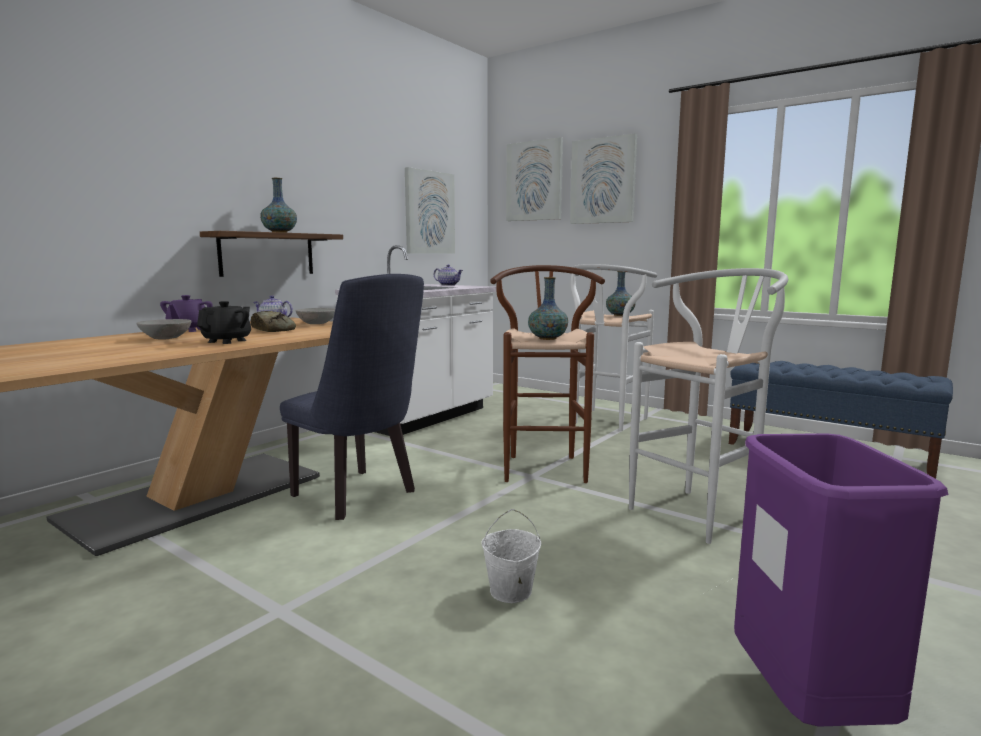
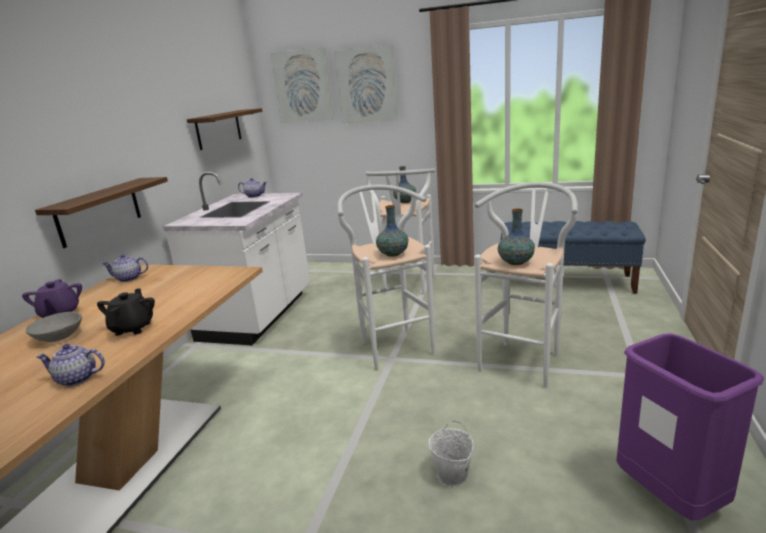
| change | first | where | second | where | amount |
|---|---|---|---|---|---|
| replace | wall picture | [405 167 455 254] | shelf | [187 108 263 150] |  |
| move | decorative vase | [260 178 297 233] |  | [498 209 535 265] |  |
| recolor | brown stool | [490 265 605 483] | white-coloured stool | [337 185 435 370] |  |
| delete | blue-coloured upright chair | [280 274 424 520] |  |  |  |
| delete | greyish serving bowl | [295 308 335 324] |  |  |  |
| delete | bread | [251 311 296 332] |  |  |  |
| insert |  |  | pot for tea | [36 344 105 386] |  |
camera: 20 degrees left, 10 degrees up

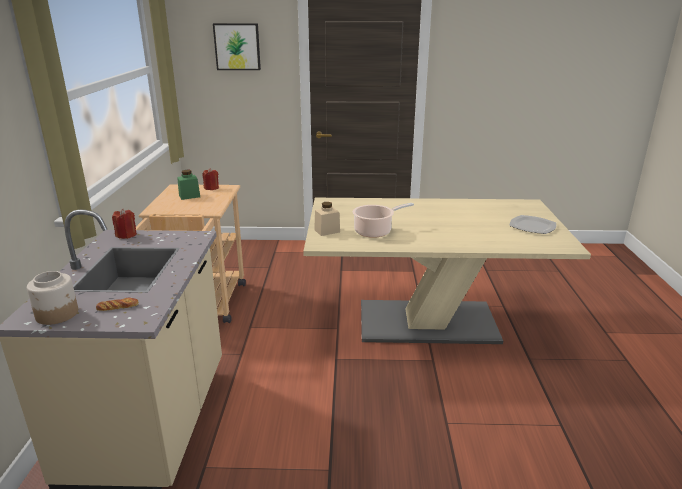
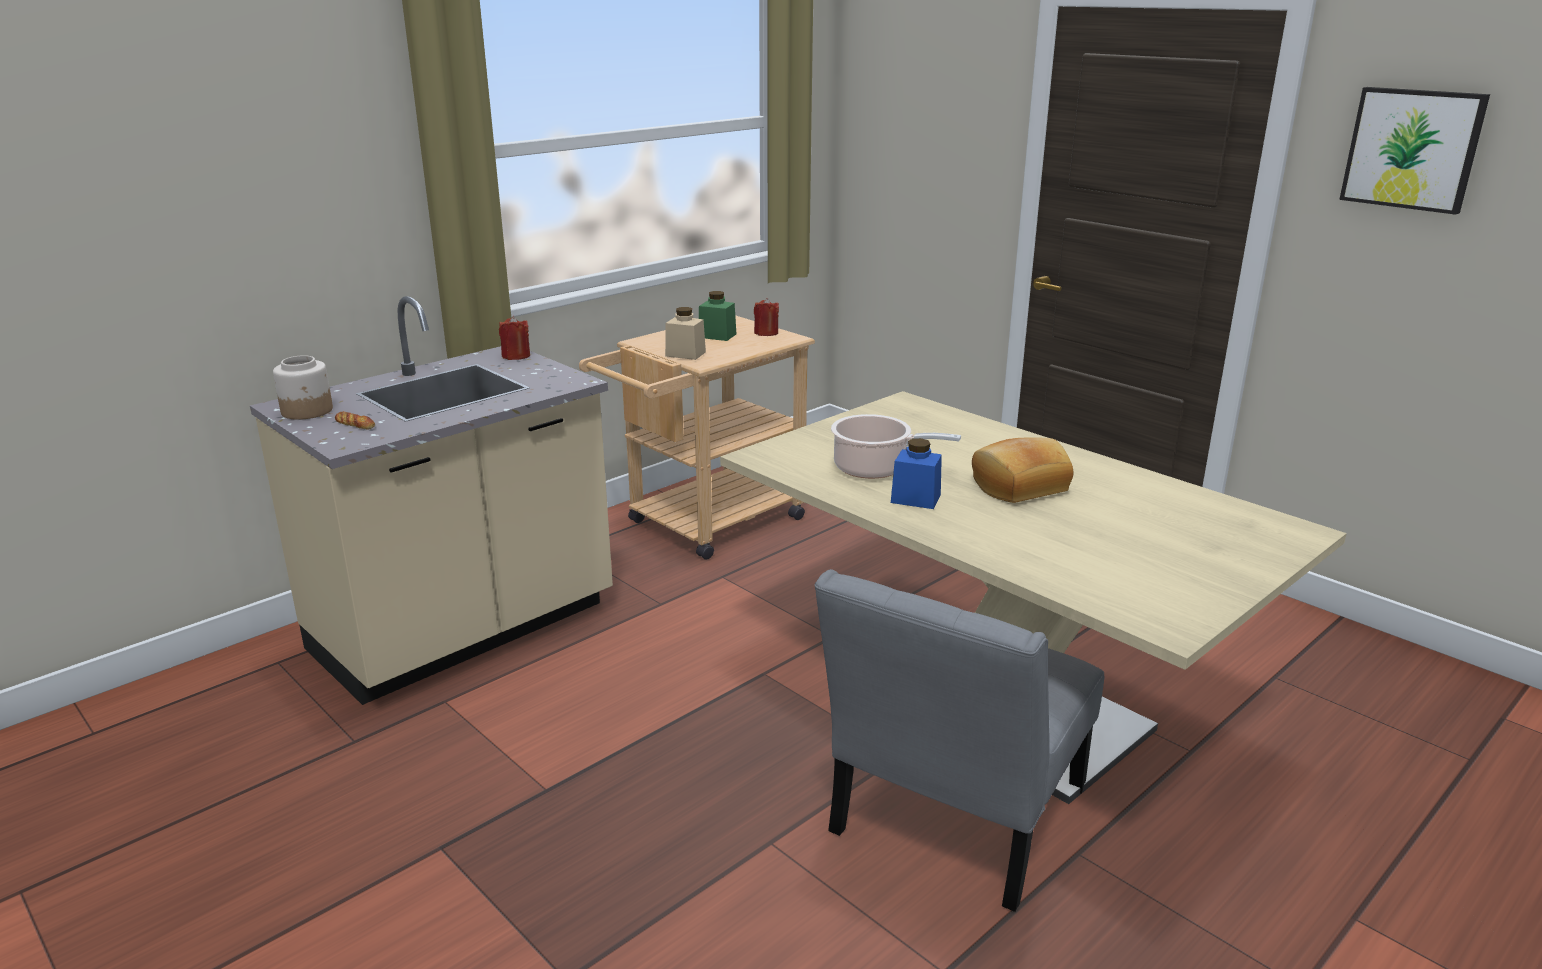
| change | first | where | second | where | amount |
|---|---|---|---|---|---|
| move | wall picture | [213 23 261 70] |  | [1339 87 1490 215] |  |
| move | beige-coloured jar | [314 202 340 236] |  | [665 307 706 360] |  |
| delete | dinner plate | [510 215 556 234] |  |  |  |
| insert |  |  | blue-coloured jar | [891 438 942 509] |  |
| insert |  |  | bread | [972 438 1073 503] |  |
| insert |  |  | greyish upright chair | [814 569 1104 912] |  |
camera: 45 degrees right, 0 degrees up

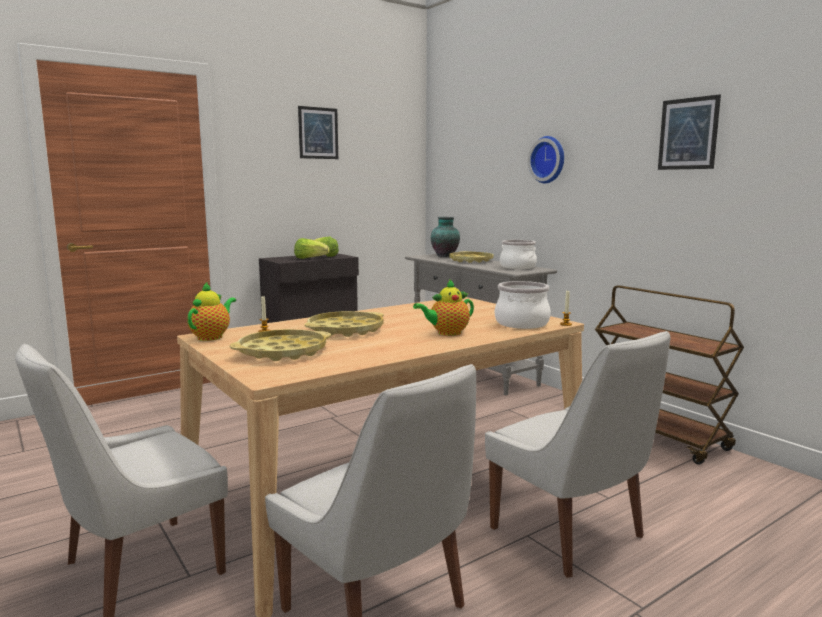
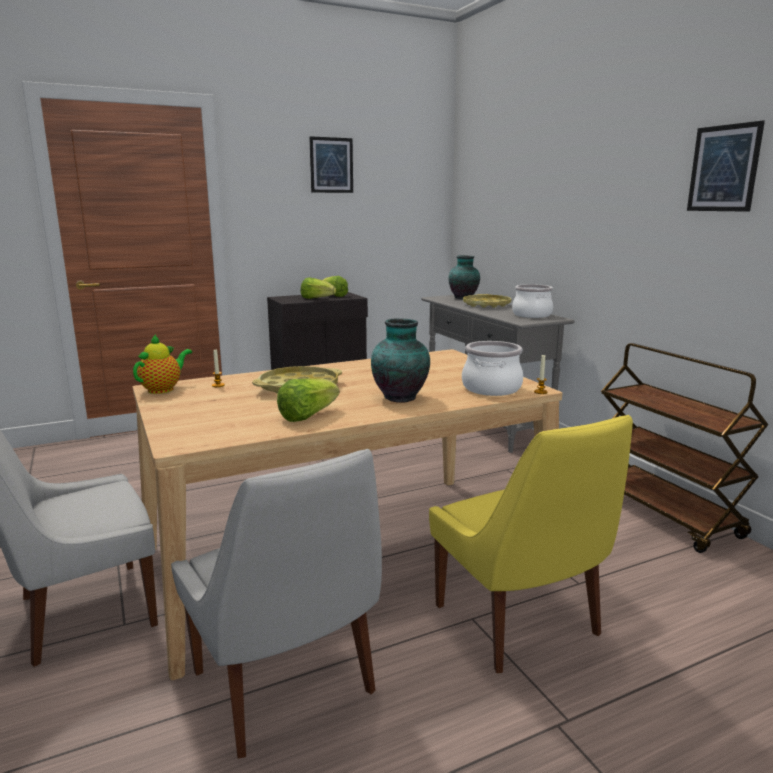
| change | first | where | second | where | amount |
|---|---|---|---|---|---|
| delete | clock on the wall | [528 136 564 183] |  |  |  |
| replace | pot for tea | [413 279 474 336] | decorative vase | [371 318 430 403] |  |
| delete | yellow tray | [230 329 331 361] |  |  |  |
| recolor | white-coloured upright chair | [485 331 671 578] | yellow upright chair | [429 415 633 673] |  |
| insert |  |  | head of lettuce | [277 378 340 422] |  |
camera: 10 degrees right, 5 degrees up

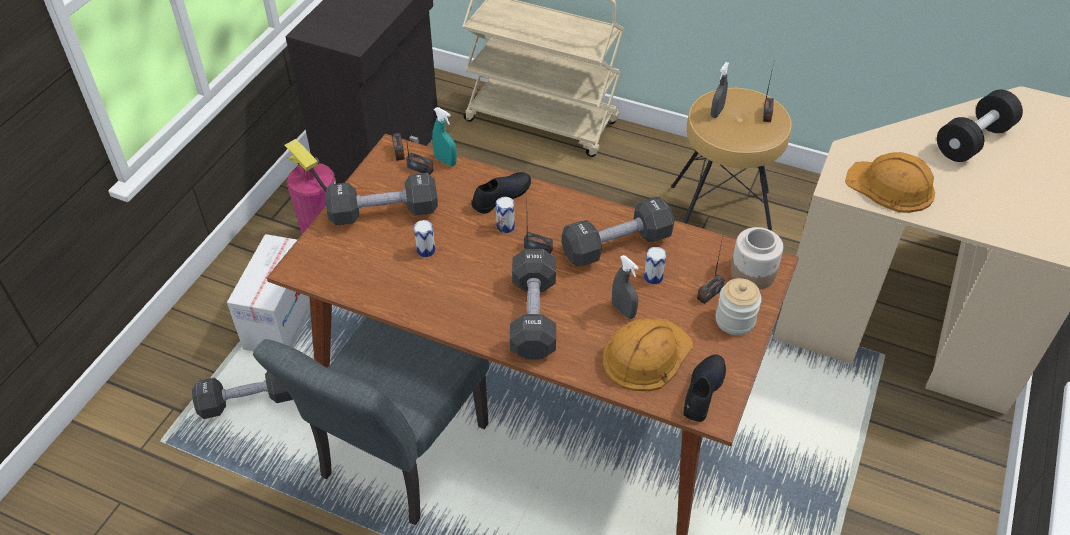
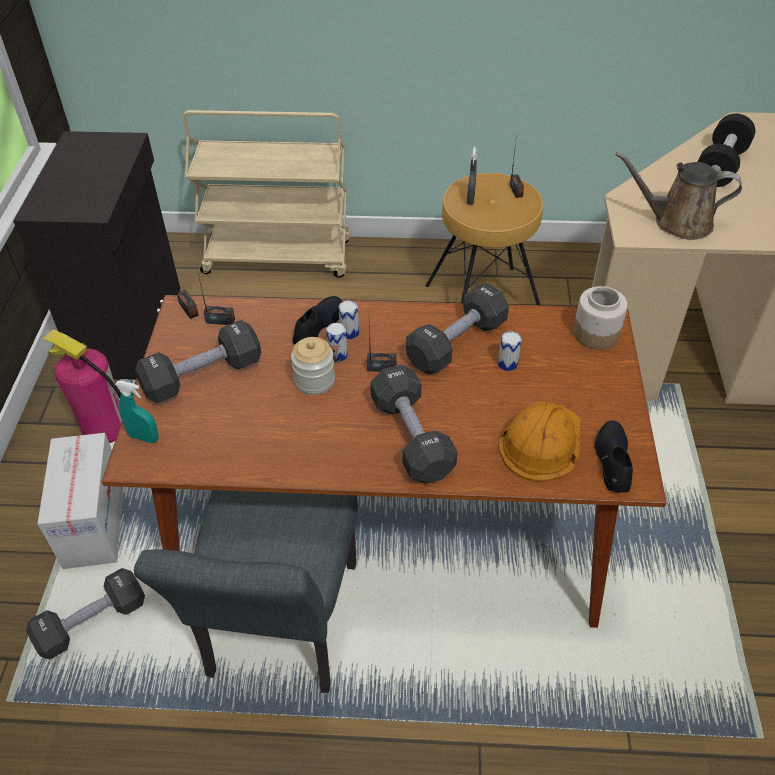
| change | first | where | second | where | amount |
|---|---|---|---|---|---|
| move | turquoise spray bottle | [432 107 457 166] |  | [115 380 159 443] |  |
| replace | orangey work helmet | [845 152 935 213] | brown watering can | [616 152 742 240] |  |
| move | sealed can | [414 220 435 257] |  | [338 300 359 339] |  |
| delete | radio set | [697 237 725 304] |  |  |  |
| delete | greyish spray bottle | [612 255 639 319] |  |  |  |
| move | jar | [716 278 762 335] |  | [291 337 335 395] |  |
camera: 20 degrees left, 0 degrees up

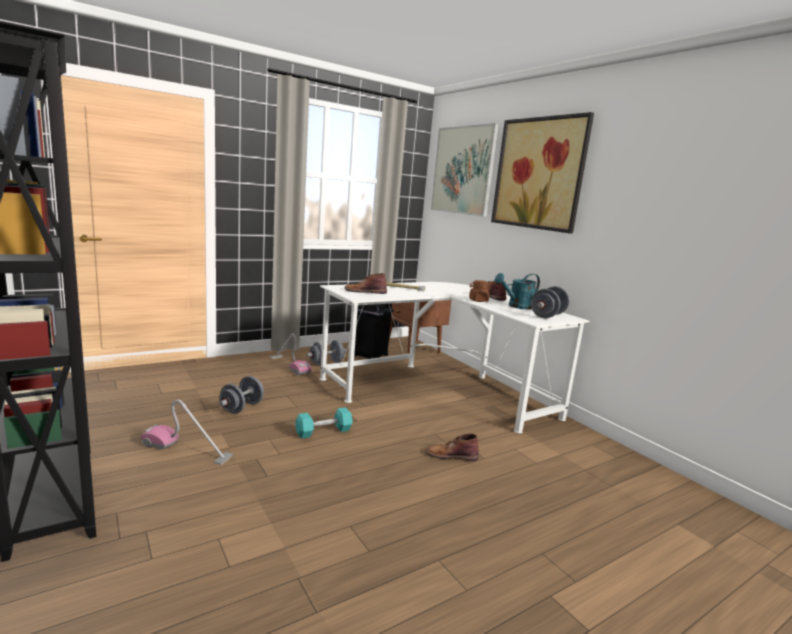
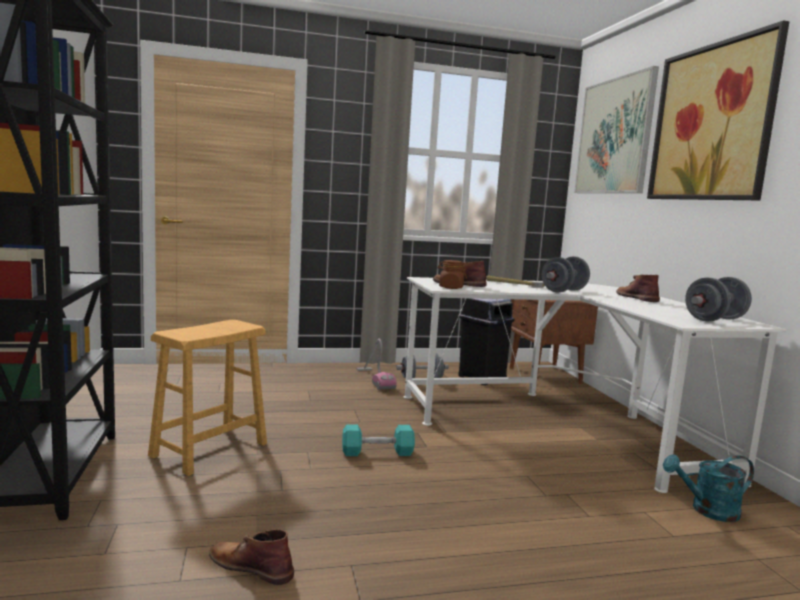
| change | first | where | second | where | amount |
|---|---|---|---|---|---|
| move | turquoise watering can | [495 273 540 309] |  | [663 454 754 522] |  |
| move | brown jar | [469 280 491 302] |  | [437 260 467 289] |  |
| move | greyish free weight | [219 376 264 414] |  | [542 257 590 292] |  |
| replace | vacuum | [141 400 233 465] | brown stool | [148 320 267 476] |  |
| move | brown tall boot | [426 433 479 461] |  | [209 529 294 585] |  |
camera: 20 degrees right, 5 degrees down

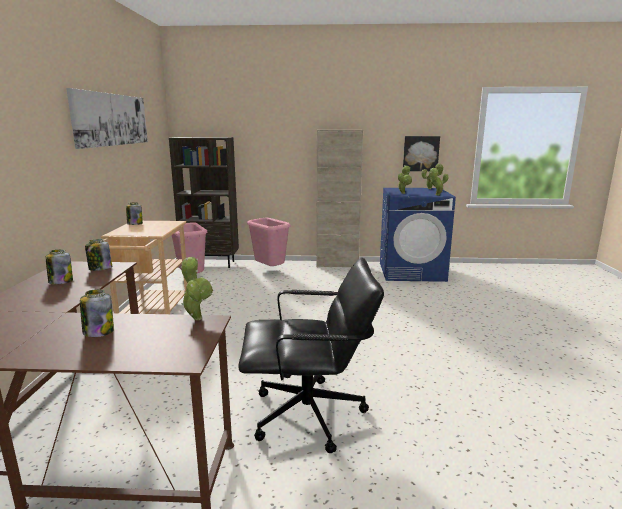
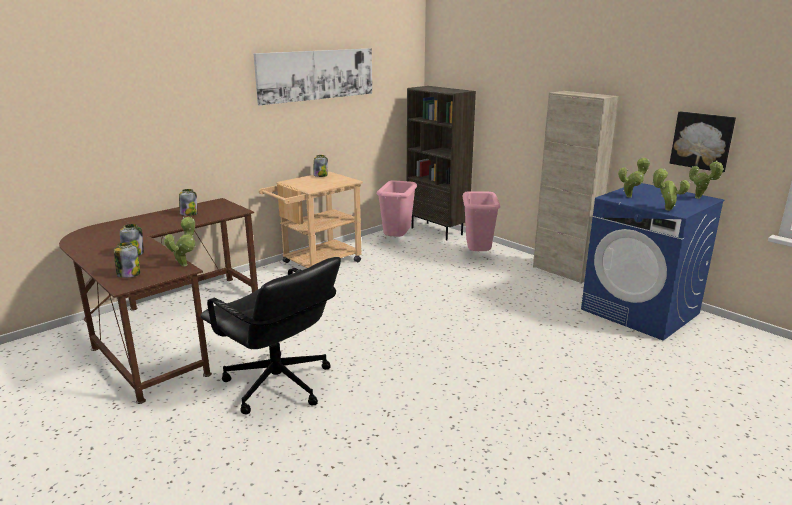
| change | first | where | second | where | amount |
|---|---|---|---|---|---|
| move | jar | [85 239 112 271] |  | [114 242 140 278] |  |
camera: 45 degrees right, 5 degrees up

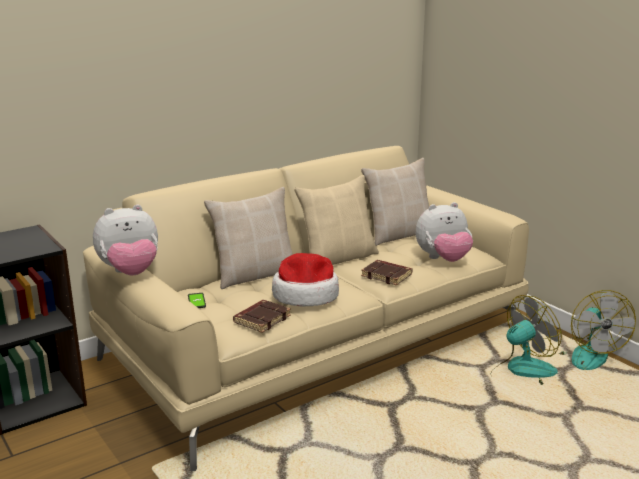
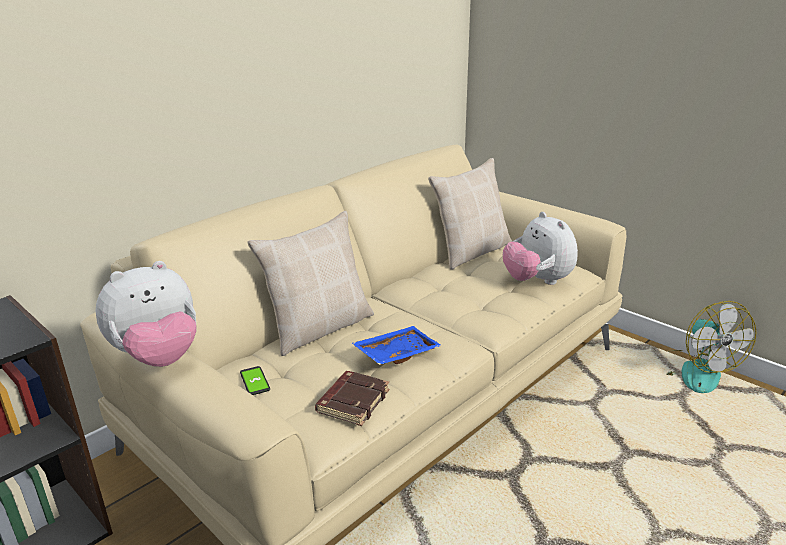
| change | first | where | second | where | amount |
|---|---|---|---|---|---|
| delete | beige-coloured cushion | [294 175 379 265] |  |  |  |
| rotate | plush toy | [416 202 473 262] |  | [503 212 578 285] | 90 degrees clockwise |
| replace | clothing hat | [272 253 339 306] | blue-coloured tray | [352 326 442 365] |  |
| delete | brown bound book | [361 260 412 285] |  |  |  |
| delete | electric fan | [491 295 562 385] |  |  |  |
camera: 10 degrees left, 5 degrees up

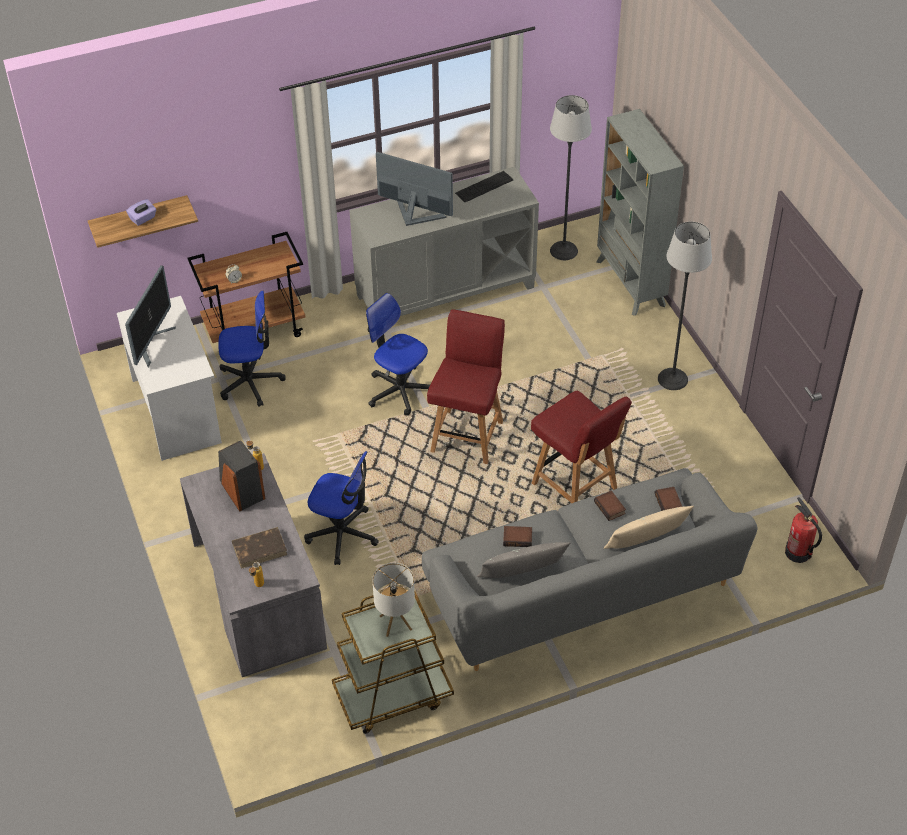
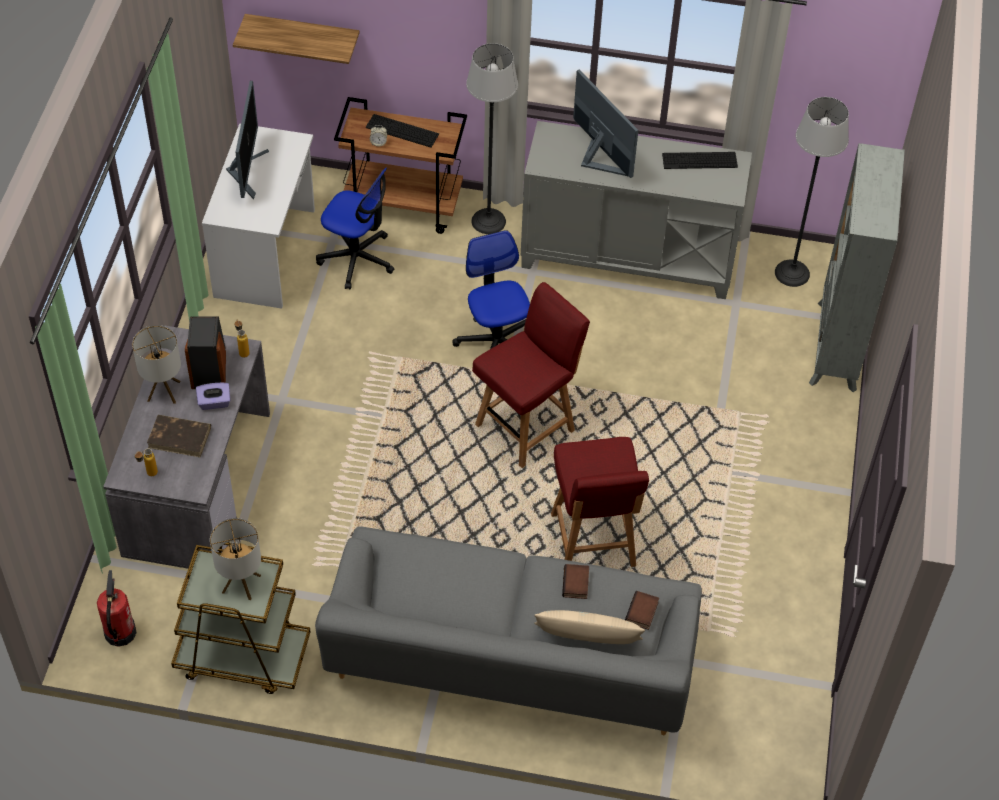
| change | first | where | second | where | amount |
|---|---|---|---|---|---|
| move | purple tissue holder | [126 199 156 226] |  | [196 383 230 410] |  |
| move | standard lamp | [658 222 712 390] |  | [466 43 518 234] |  |
| rotate | computer display | [125 265 176 367] |  | [226 81 269 200] | 45 degrees counterclockwise |
| delete | computer chair | [304 451 379 565] |  |  |  |
| move | fire-fighting cylinder | [785 497 822 563] |  | [97 570 137 647] |  |
| delete | bound book | [503 526 532 547] |  |  |  |
| delete | greyish cushion | [477 542 570 578] |  |  |  |
| insert |  |  | computer keyboard | [366 114 439 147] |  |
| insert |  |  | lamp for a table | [132 325 181 404] |  |
camera: 30 degrees right, 5 degrees up

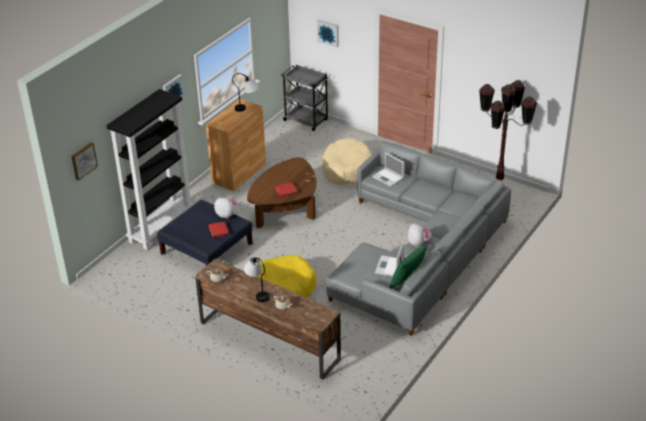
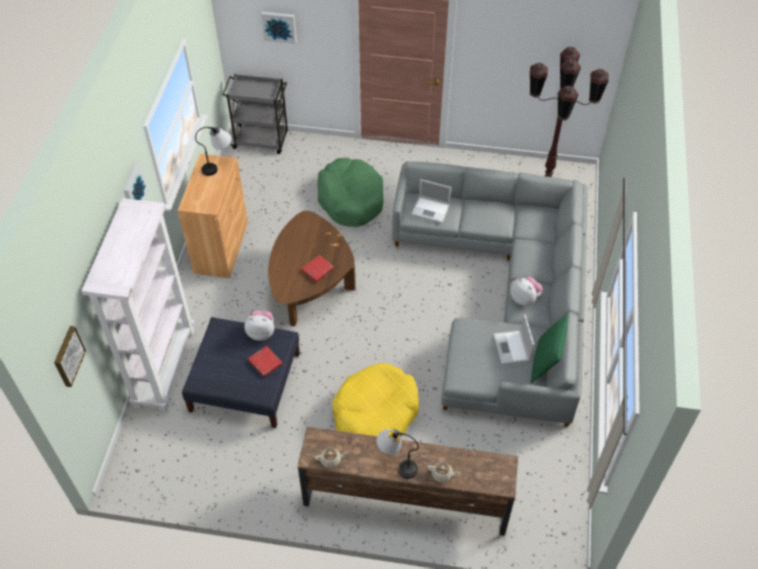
| change | first | where | second | where | amount |
|---|---|---|---|---|---|
| recolor | blackish bookcase | [106 89 193 250] | white-coloured bookcase | [82 198 195 412] |  |
| recolor | beige-coloured dog bed | [321 138 371 185] | greenish dog bed | [318 158 384 227] |  |
camera: 25 degrees left, 15 degrees up

